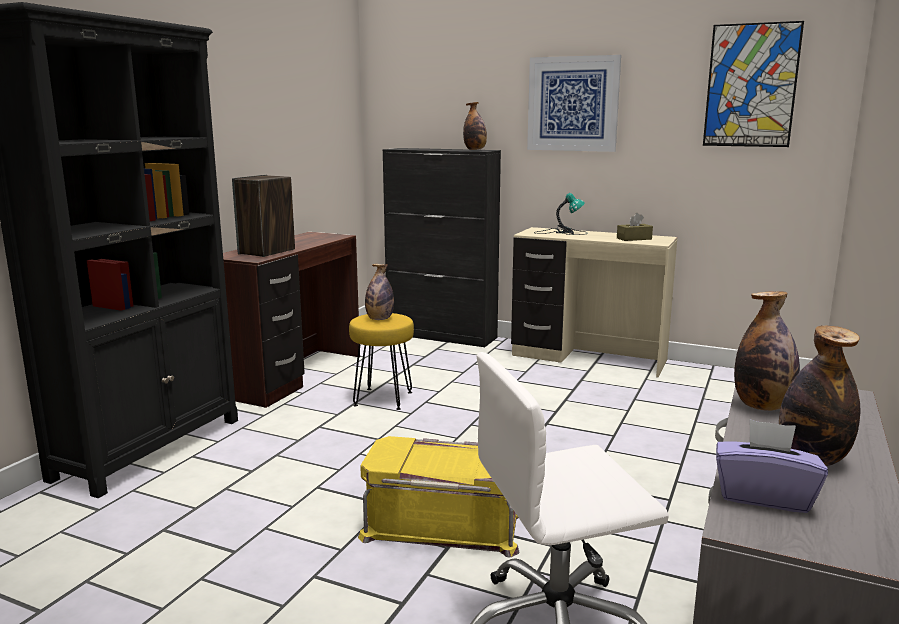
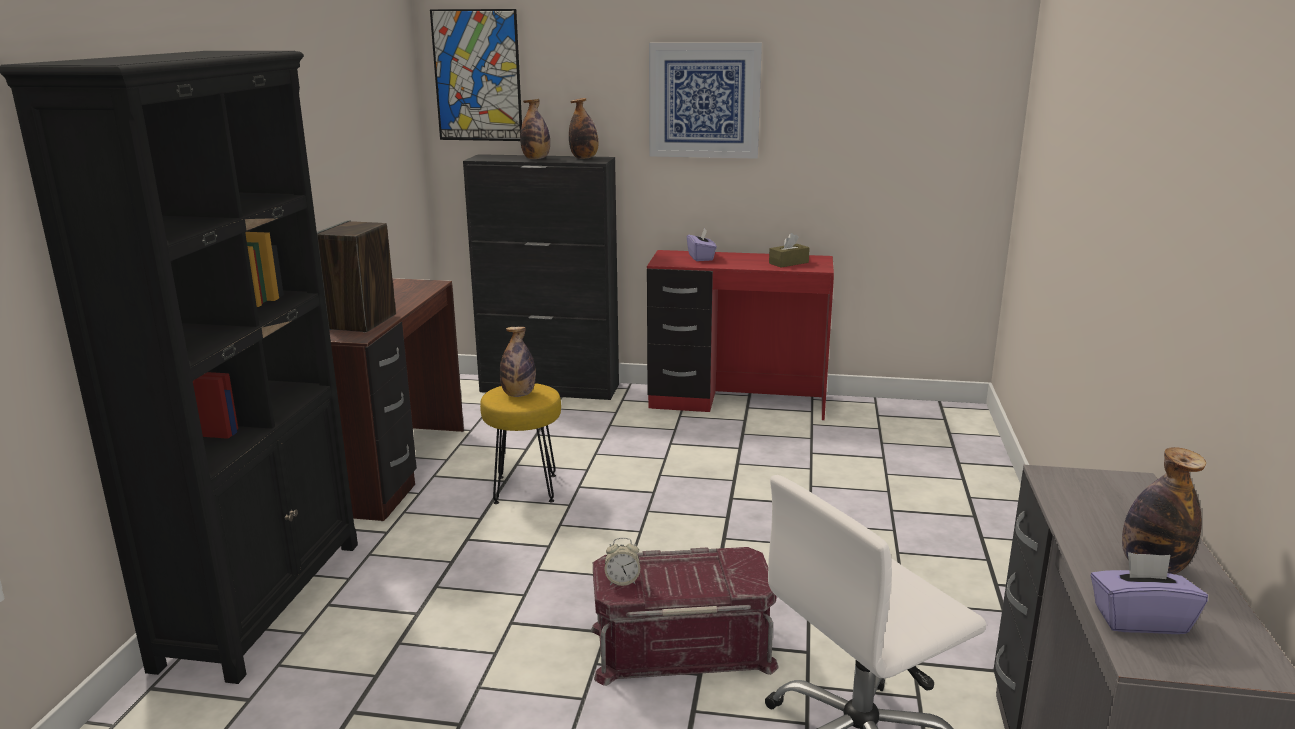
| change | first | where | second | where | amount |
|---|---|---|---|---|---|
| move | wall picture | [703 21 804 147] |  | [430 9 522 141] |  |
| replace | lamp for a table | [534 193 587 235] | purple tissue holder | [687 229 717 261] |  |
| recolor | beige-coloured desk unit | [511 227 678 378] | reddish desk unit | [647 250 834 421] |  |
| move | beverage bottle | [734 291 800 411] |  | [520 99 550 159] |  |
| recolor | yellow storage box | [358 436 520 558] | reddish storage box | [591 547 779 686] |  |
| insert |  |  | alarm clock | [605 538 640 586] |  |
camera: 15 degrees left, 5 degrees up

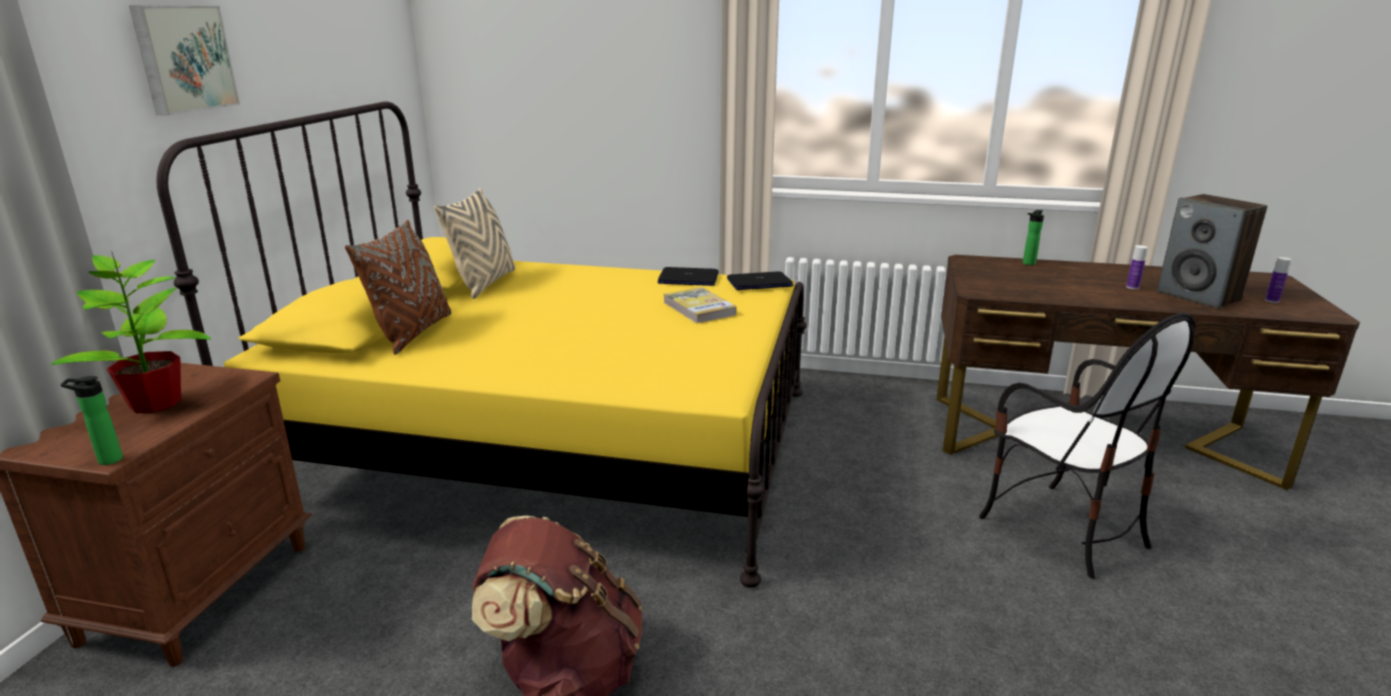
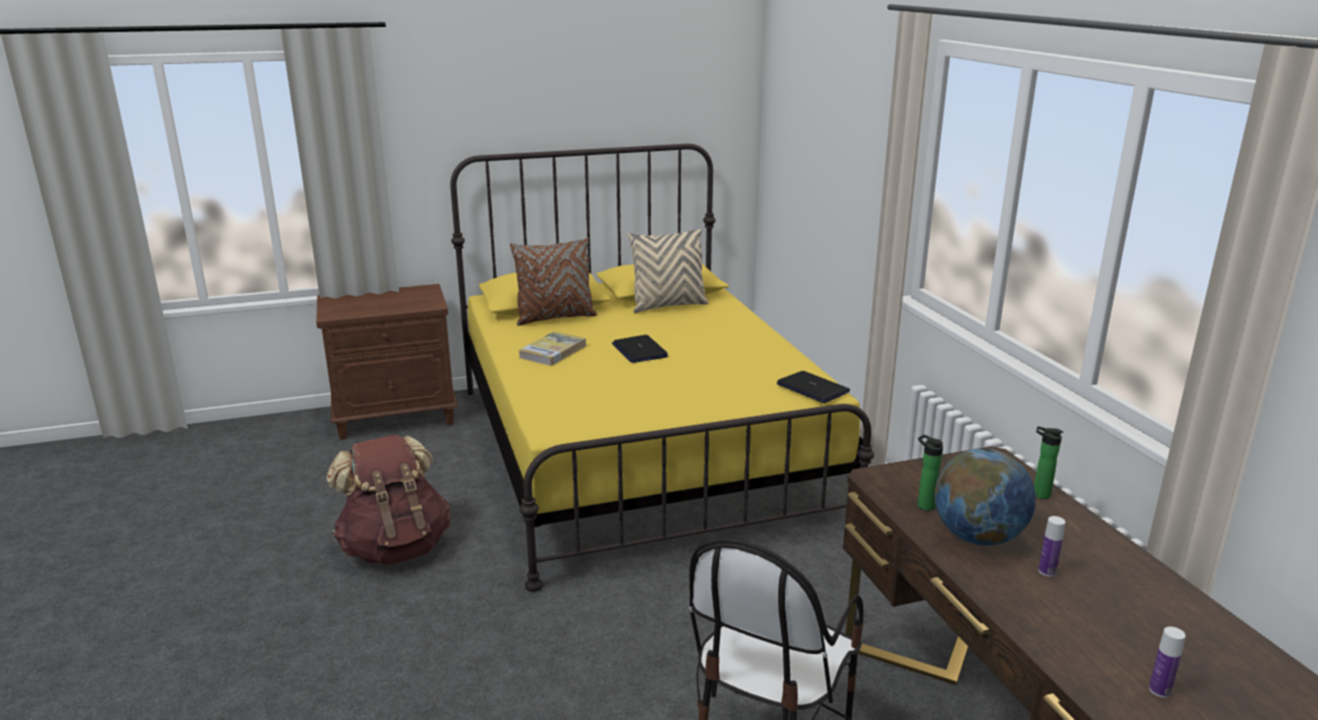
| change | first | where | second | where | amount |
|---|---|---|---|---|---|
| delete | wall picture | [129 6 240 116] |  |  |  |
| delete | loudspeaker | [1157 194 1267 309] |  |  |  |
| delete | potted plant | [51 251 211 413] |  |  |  |
| move | laptop | [657 267 719 286] |  | [612 335 668 363] |  |
| move | bound book | [663 287 736 324] |  | [518 331 586 366] |  |
| move | beverage bottle | [61 376 123 465] |  | [918 435 943 511] |  |
| insert |  |  | desk globe | [934 449 1036 546] |  |
camera: 60 degrees right, 0 degrees up

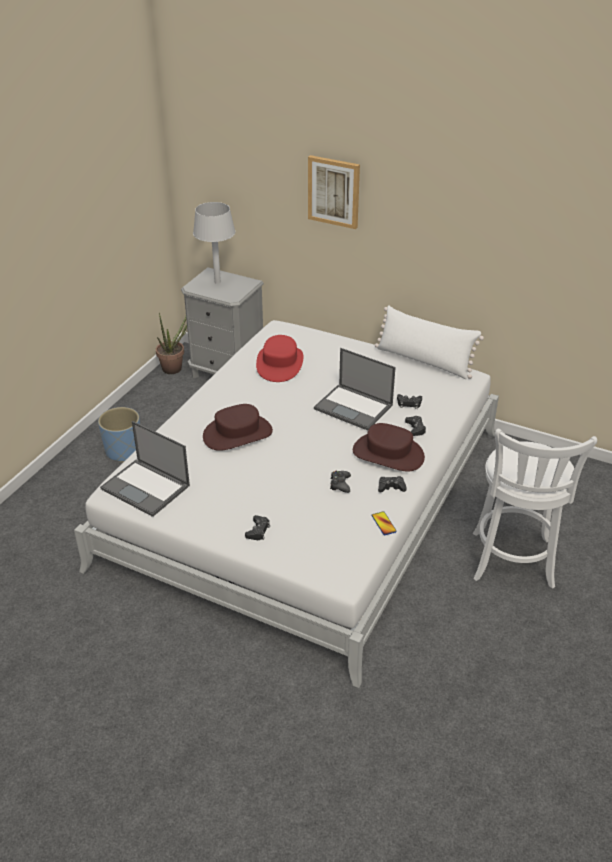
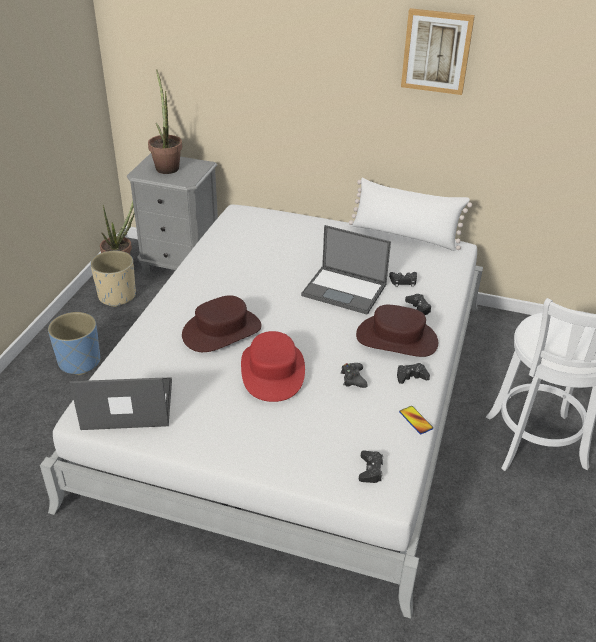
| change | first | where | second | where | amount |
|---|---|---|---|---|---|
| move | wall picture | [308 155 360 229] |  | [401 8 475 95] |  |
| replace | greyish lamp for a table | [193 202 235 284] | potted plant | [148 69 182 174] |  |
| move | reddish clothing hat | [256 335 303 382] |  | [241 331 305 402] |  |
| rotate | laptop | [100 421 190 517] |  | [70 377 172 430] | 150 degrees clockwise |
| move | blackish game controller | [245 515 270 540] |  | [359 450 383 483] |  |
| insert |  |  | beige-coloured flower pot | [90 251 136 307] |  |
camera: 10 degrees left, 0 degrees up

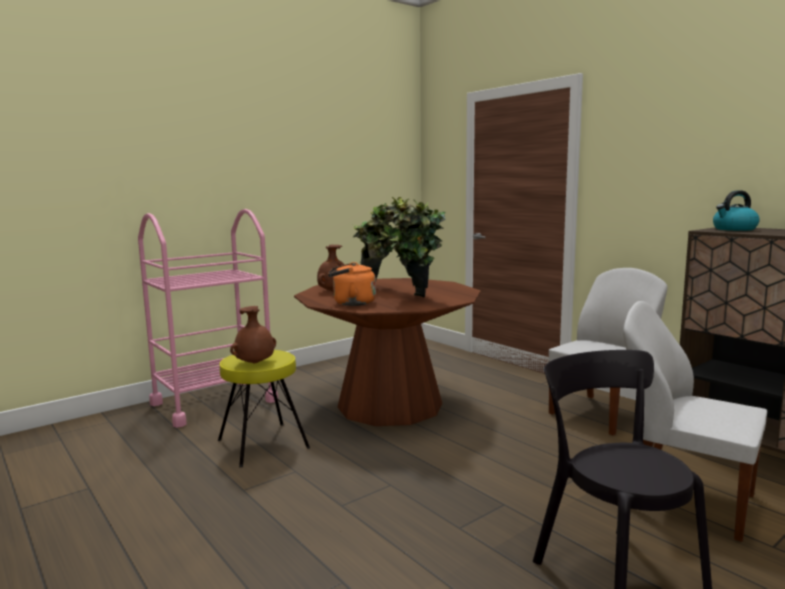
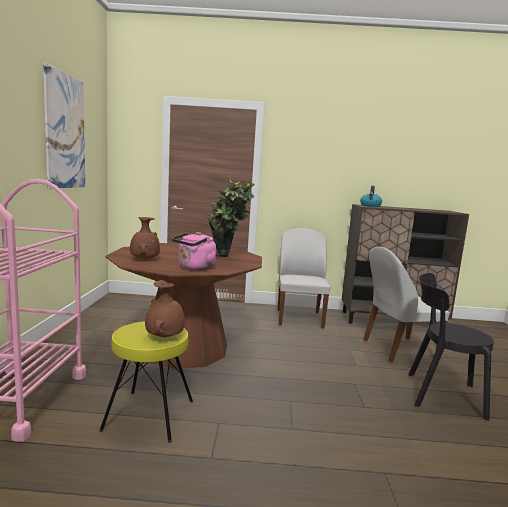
| change | first | where | second | where | amount |
|---|---|---|---|---|---|
| delete | potted plant | [353 197 409 279] |  |  |  |
| recolor | orangey water kettle | [328 262 376 306] | pink water kettle | [172 232 217 270] |  |
| insert |  |  | wall picture | [43 62 85 189] |  |
camera: 50 degrees left, 0 degrees up

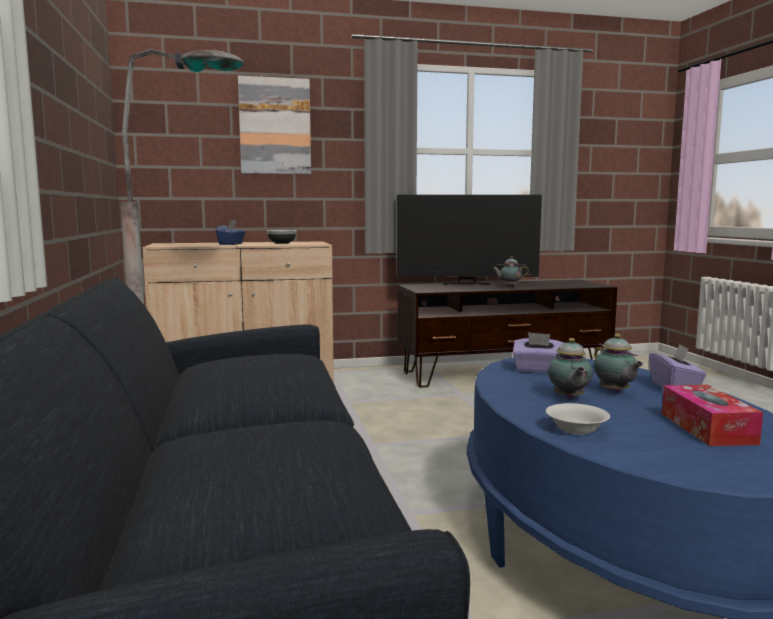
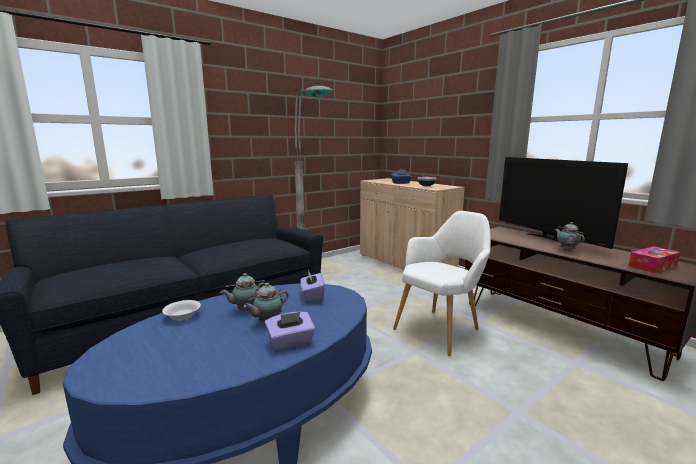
| change | first | where | second | where | amount |
|---|---|---|---|---|---|
| delete | wall picture | [238 76 311 174] |  |  |  |
| move | tissue holder | [662 385 763 446] |  | [629 246 680 273] |  |
| insert |  |  | white-coloured armchair | [393 211 491 356] |  |
camera: 65 degrees right, 5 degrees up

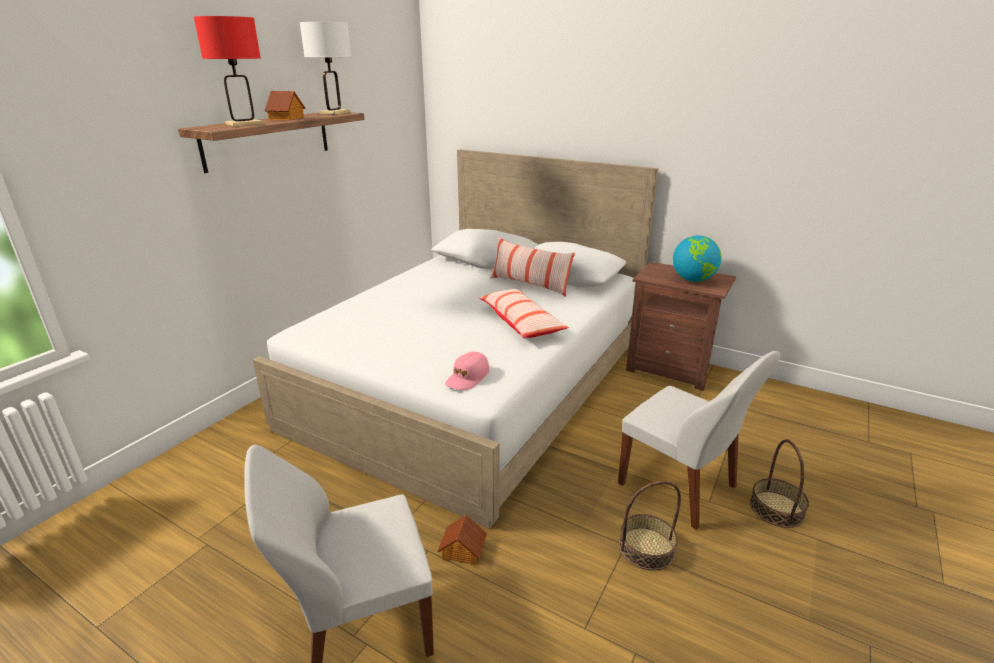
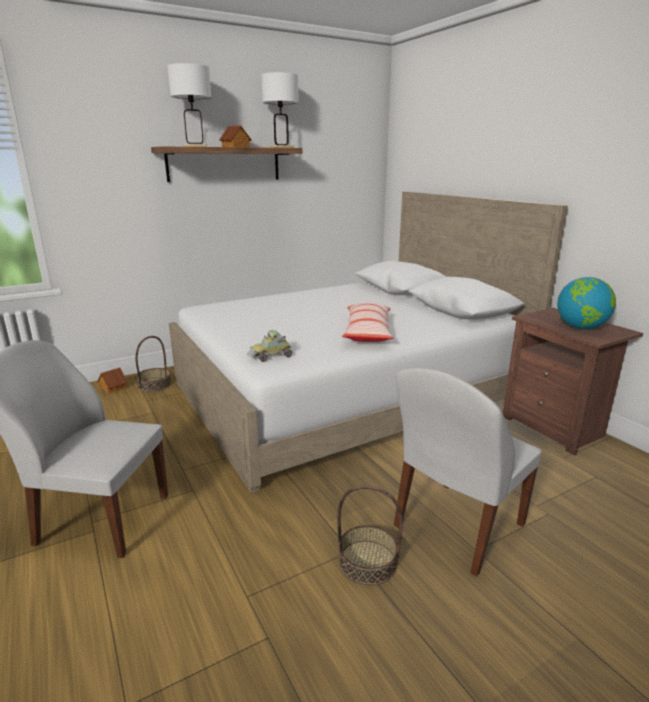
| change | first | where | second | where | amount |
|---|---|---|---|---|---|
| recolor | reddish lamp for a table | [194 16 263 127] | white-coloured lamp for a table | [167 63 211 147] |  |
| delete | cushion | [490 237 575 297] |  |  |  |
| rotate | white-coloured upright chair | [618 351 780 530] |  | [394 368 542 577] | 60 degrees clockwise |
| replace | pink peaked cap | [445 352 489 390] | toy car | [247 330 292 362] |  |
| move | basket | [750 439 809 528] |  | [135 336 172 392] |  |
| move | model house | [438 514 487 565] |  | [97 367 128 394] |  |
camera: 30 degrees right, 5 degrees down

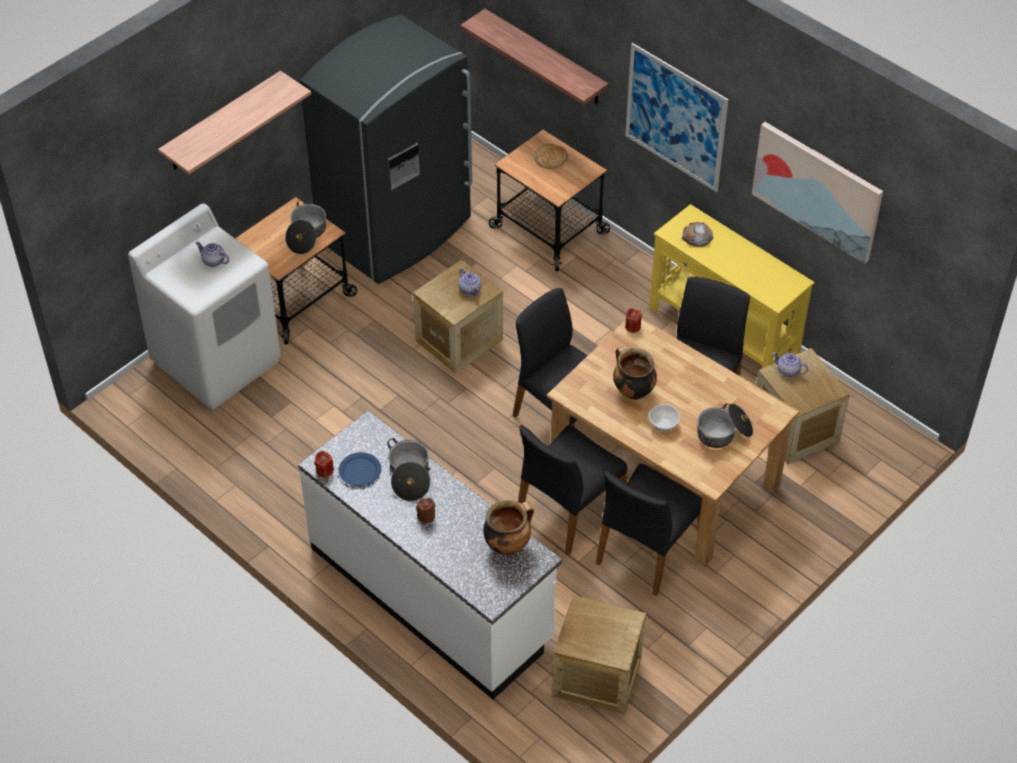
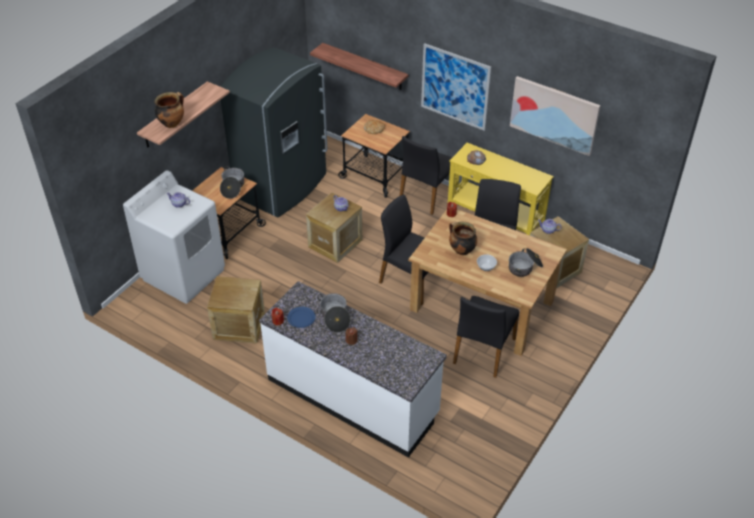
| change | first | where | second | where | amount |
|---|---|---|---|---|---|
| move | blackish upright chair | [518 425 627 555] |  | [400 136 457 215] |  |
| move | cooking pot | [483 500 534 555] |  | [154 92 184 128] |  |
| move | shipping crate | [552 595 646 715] |  | [207 276 265 344] |  |
camera: 10 degrees left, 5 degrees down

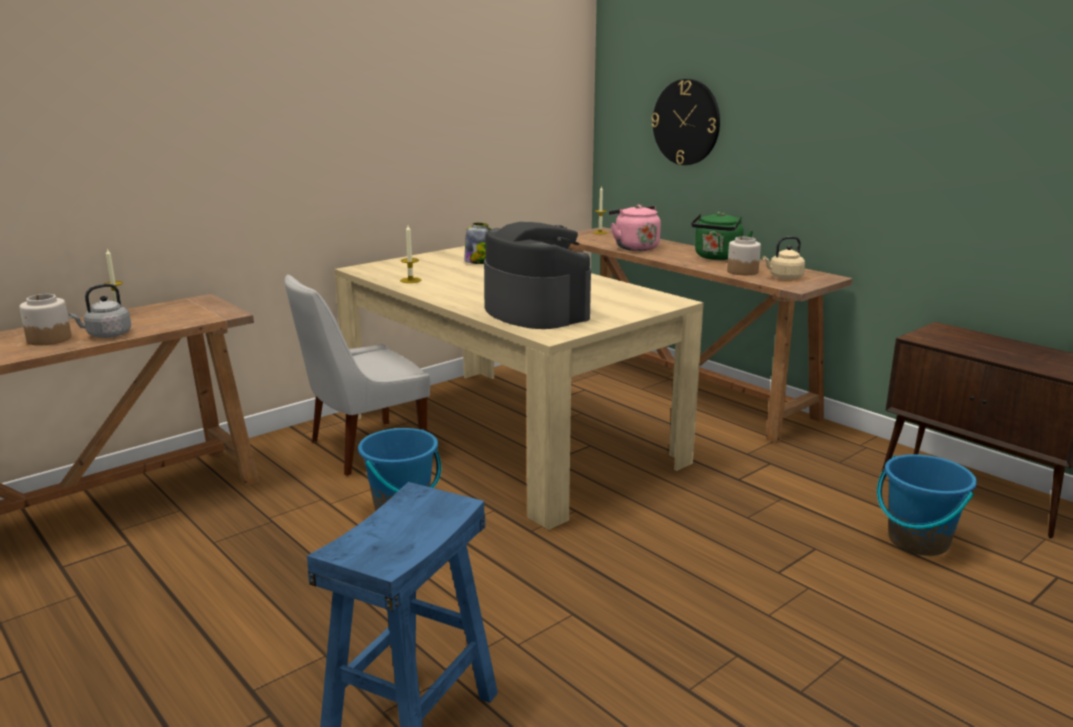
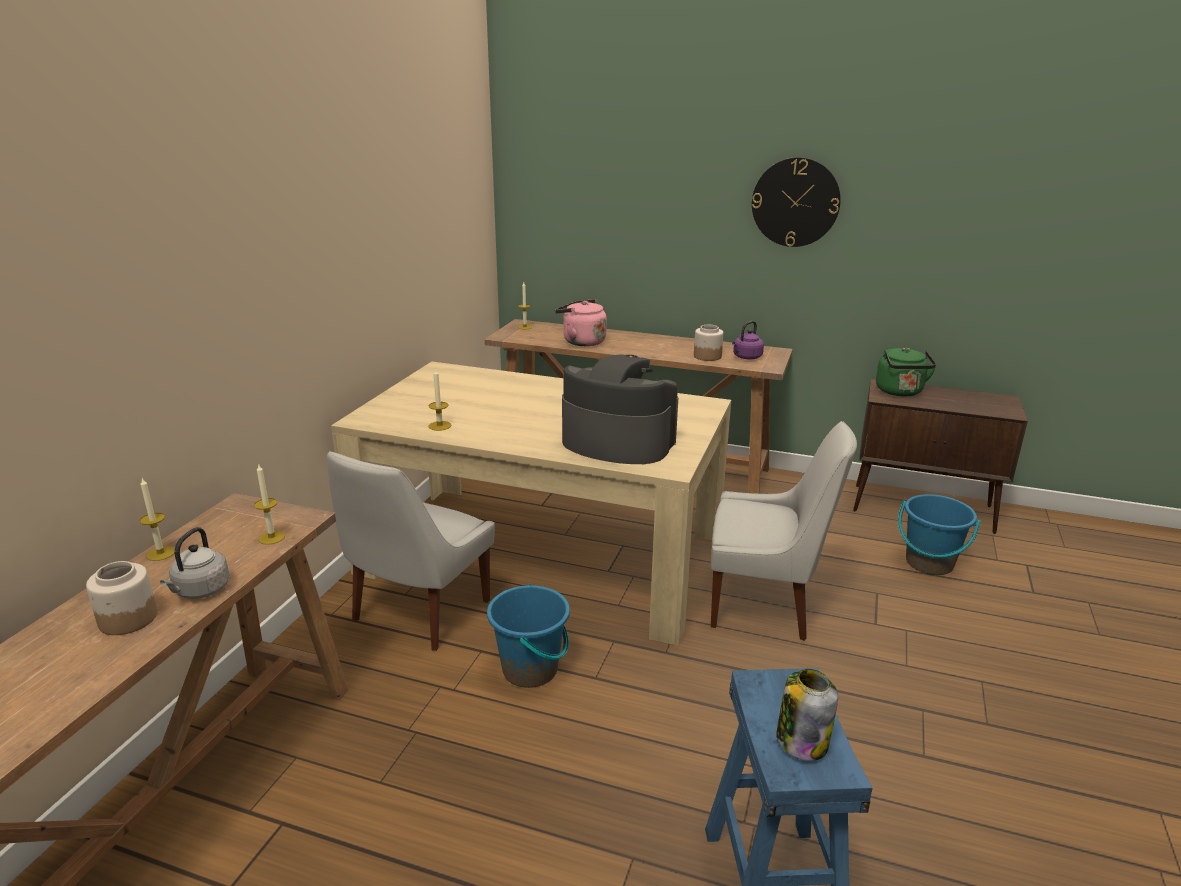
| change | first | where | second | where | amount |
|---|---|---|---|---|---|
| move | clock on the wall | [651 79 720 165] |  | [752 157 841 247] |  |
| move | greenish water kettle | [691 212 754 260] |  | [876 347 937 397] |  |
| move | jar | [464 223 491 264] |  | [776 669 838 761] |  |
| recolor | beige-coloured water kettle | [762 236 805 279] | purple water kettle | [732 321 764 359] |  |
| insert |  |  | white-coloured upright chair | [711 421 857 641] |  |
| insert |  |  | candle | [254 463 285 545] |  |
camera: 30 degrees left, 5 degrees up

